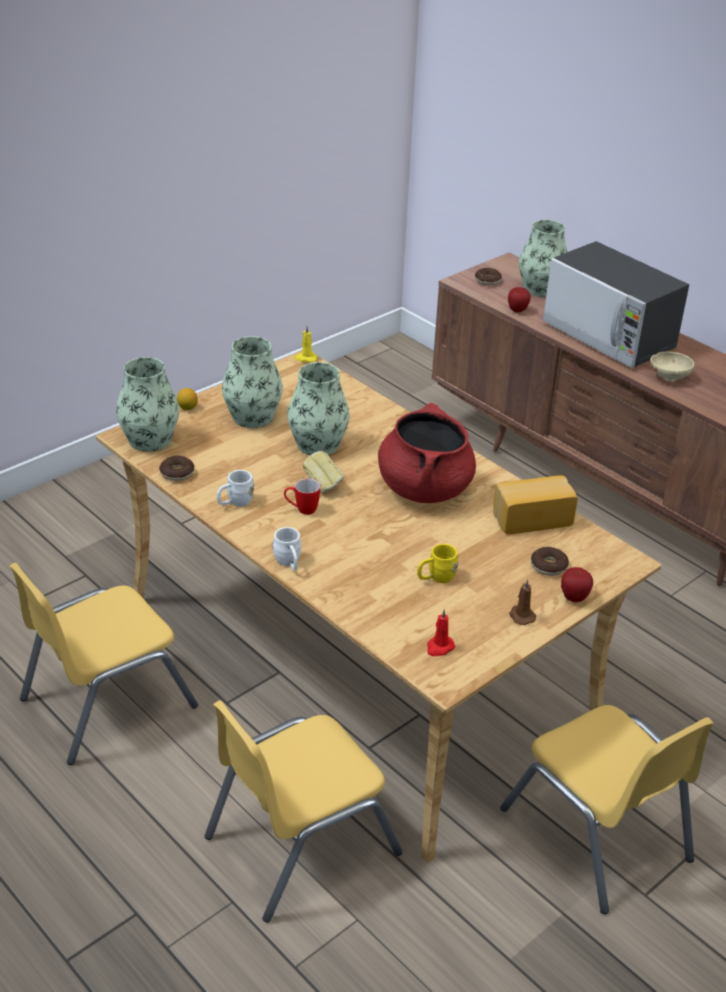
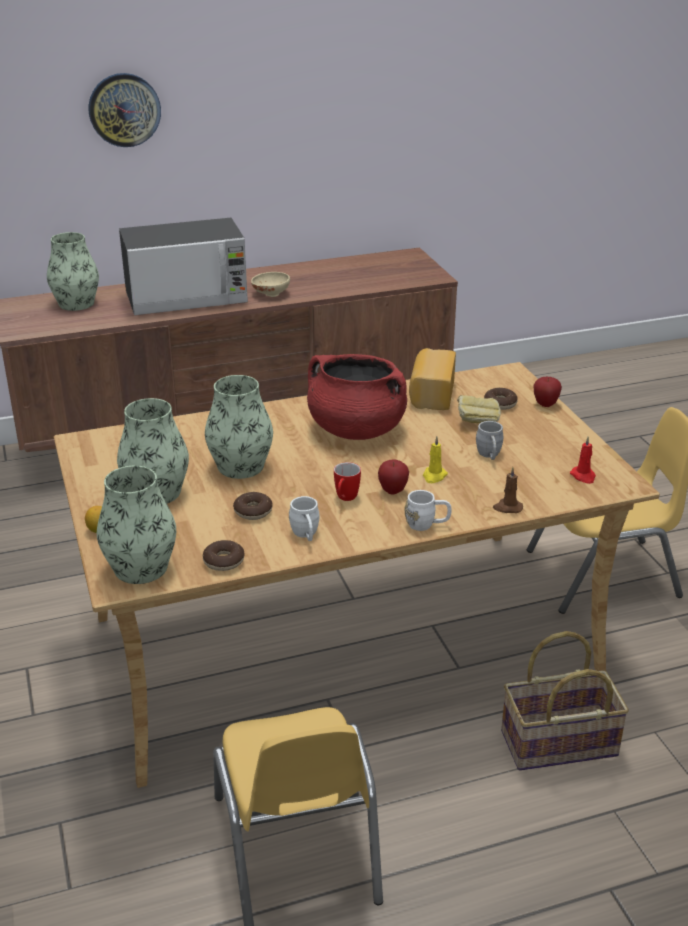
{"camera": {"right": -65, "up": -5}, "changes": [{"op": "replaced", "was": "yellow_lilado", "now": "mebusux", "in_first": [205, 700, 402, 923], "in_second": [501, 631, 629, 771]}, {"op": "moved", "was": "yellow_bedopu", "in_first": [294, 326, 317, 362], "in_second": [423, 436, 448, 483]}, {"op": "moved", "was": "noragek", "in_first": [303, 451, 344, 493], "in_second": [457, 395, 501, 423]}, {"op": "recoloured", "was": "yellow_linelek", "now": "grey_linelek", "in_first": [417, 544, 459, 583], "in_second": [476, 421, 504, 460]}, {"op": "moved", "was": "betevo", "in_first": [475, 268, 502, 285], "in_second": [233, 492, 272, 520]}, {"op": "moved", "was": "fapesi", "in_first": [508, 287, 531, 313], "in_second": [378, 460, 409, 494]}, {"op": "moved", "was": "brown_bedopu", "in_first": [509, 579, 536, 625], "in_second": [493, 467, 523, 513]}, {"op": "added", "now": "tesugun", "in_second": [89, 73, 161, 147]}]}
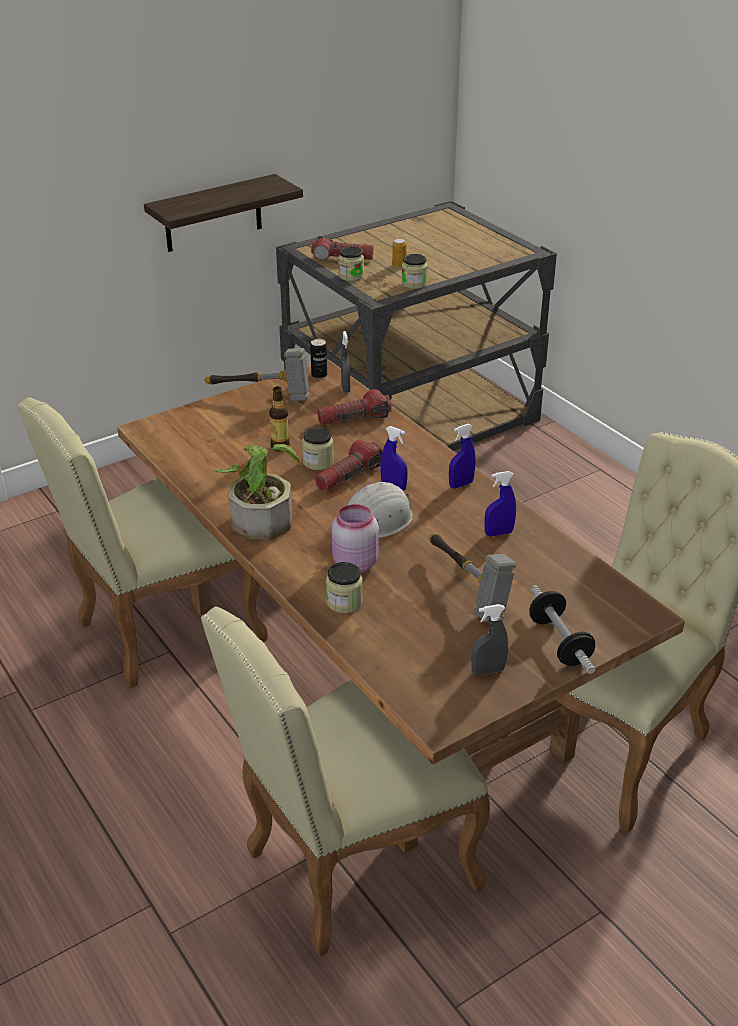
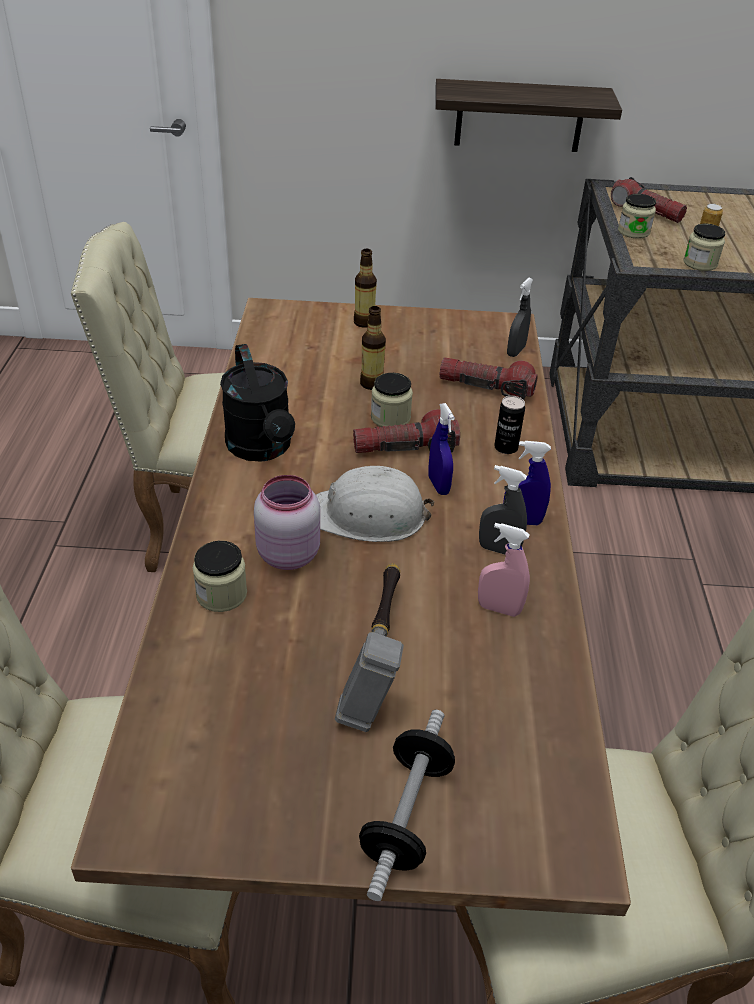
{"camera": {"right": 35, "up": 5}, "changes": [{"op": "removed", "was": "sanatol", "in_first": [204, 348, 310, 401]}, {"op": "replaced", "was": "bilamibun", "now": "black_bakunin", "in_first": [214, 444, 301, 540], "in_second": [220, 344, 295, 461]}, {"op": "moved", "was": "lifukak", "in_first": [310, 339, 327, 378], "in_second": [494, 396, 525, 454]}, {"op": "moved", "was": "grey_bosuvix", "in_first": [471, 604, 508, 675], "in_second": [479, 465, 527, 554]}, {"op": "recoloured", "was": "blue_bosuvix", "now": "pink_bosuvix", "in_first": [485, 471, 516, 537], "in_second": [478, 523, 530, 617]}, {"op": "added", "now": "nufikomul", "in_second": [354, 249, 377, 328]}]}
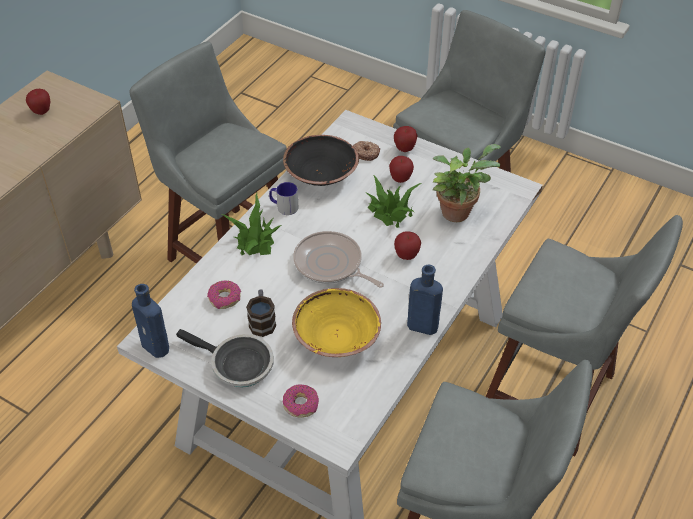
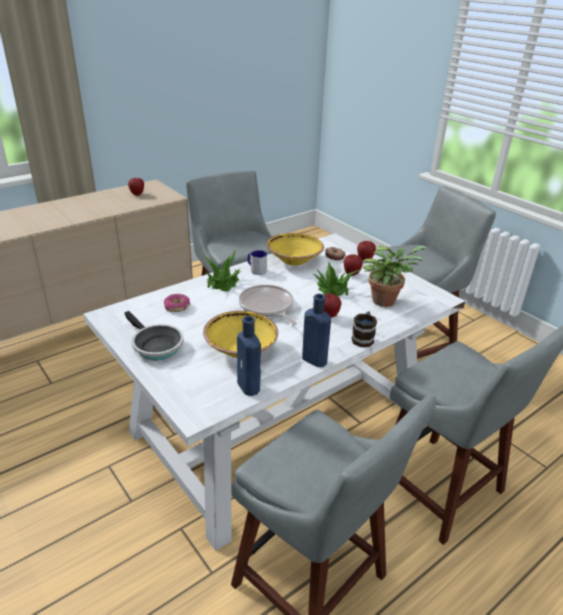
{"camera": {"right": 20, "up": -15}, "changes": [{"op": "moved", "was": "blue_nufikomul", "in_first": [132, 284, 169, 358], "in_second": [237, 316, 261, 396]}, {"op": "moved", "was": "linelek", "in_first": [246, 289, 276, 337], "in_second": [351, 311, 377, 347]}, {"op": "recoloured", "was": "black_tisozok", "now": "yellow_tisozok", "in_first": [283, 135, 359, 186], "in_second": [266, 233, 324, 266]}, {"op": "removed", "was": "betevo", "in_first": [283, 385, 319, 418]}]}
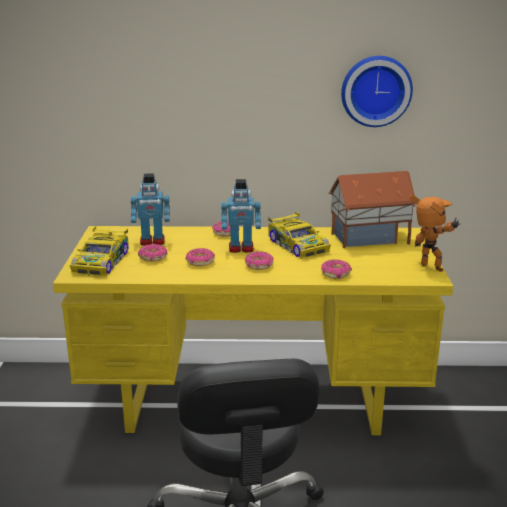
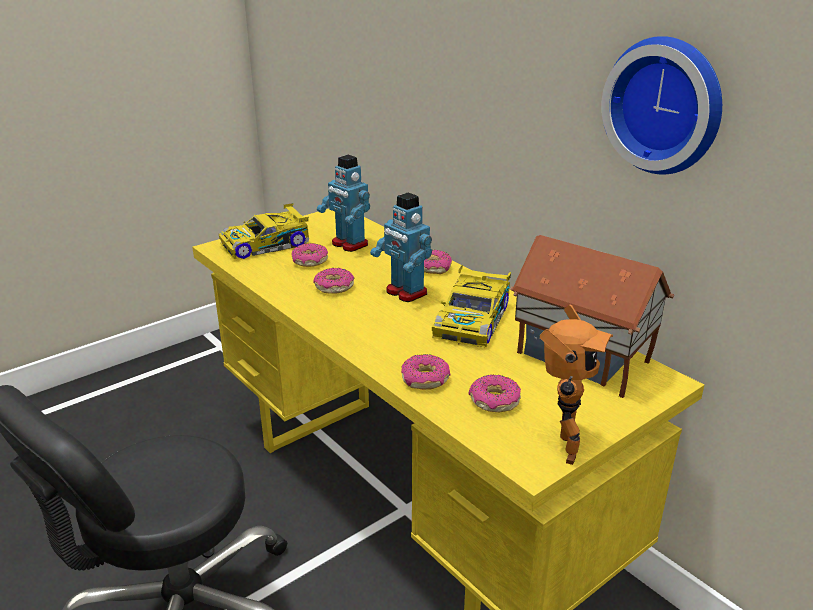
{"camera": {"right": 50, "up": 5}, "changes": [{"op": "moved", "was": "betevo", "in_first": [245, 251, 274, 270], "in_second": [469, 375, 521, 412]}]}
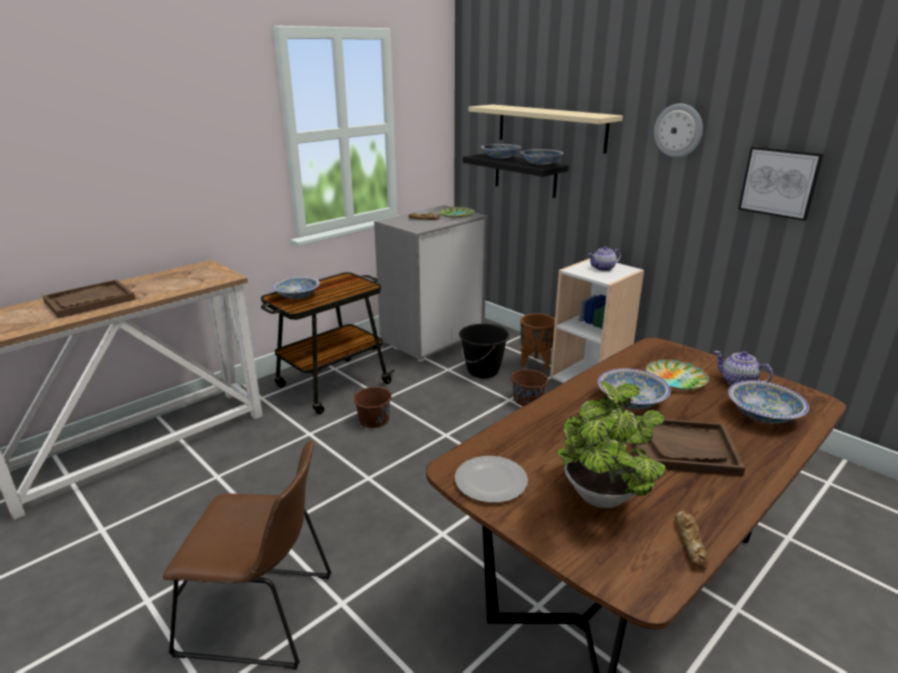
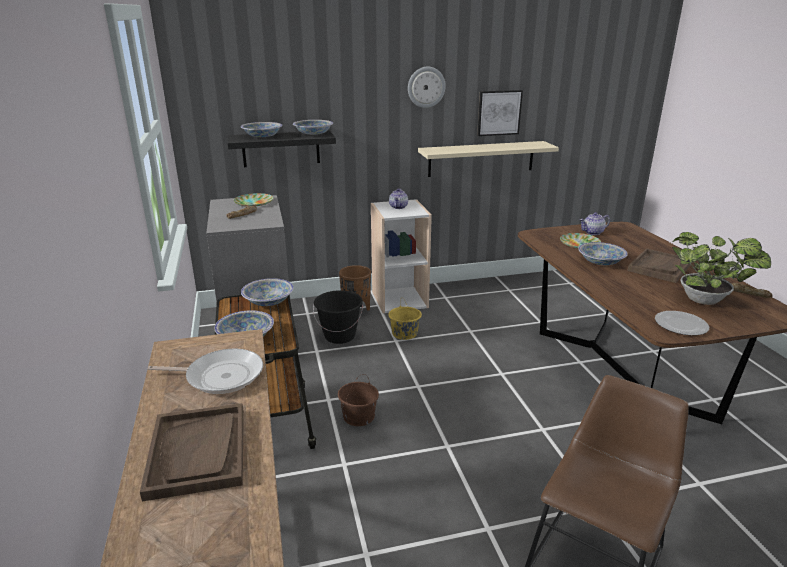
{"camera": {"right": -60, "up": 0}, "changes": [{"op": "moved", "was": "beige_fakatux", "in_first": [468, 104, 623, 154], "in_second": [418, 141, 559, 177]}, {"op": "recoloured", "was": "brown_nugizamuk", "now": "yellow_nugizamuk", "in_first": [511, 359, 548, 406], "in_second": [388, 298, 422, 340]}, {"op": "moved", "was": "tisozok", "in_first": [728, 381, 809, 424], "in_second": [241, 278, 294, 306]}, {"op": "added", "now": "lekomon", "in_second": [148, 349, 263, 394]}]}
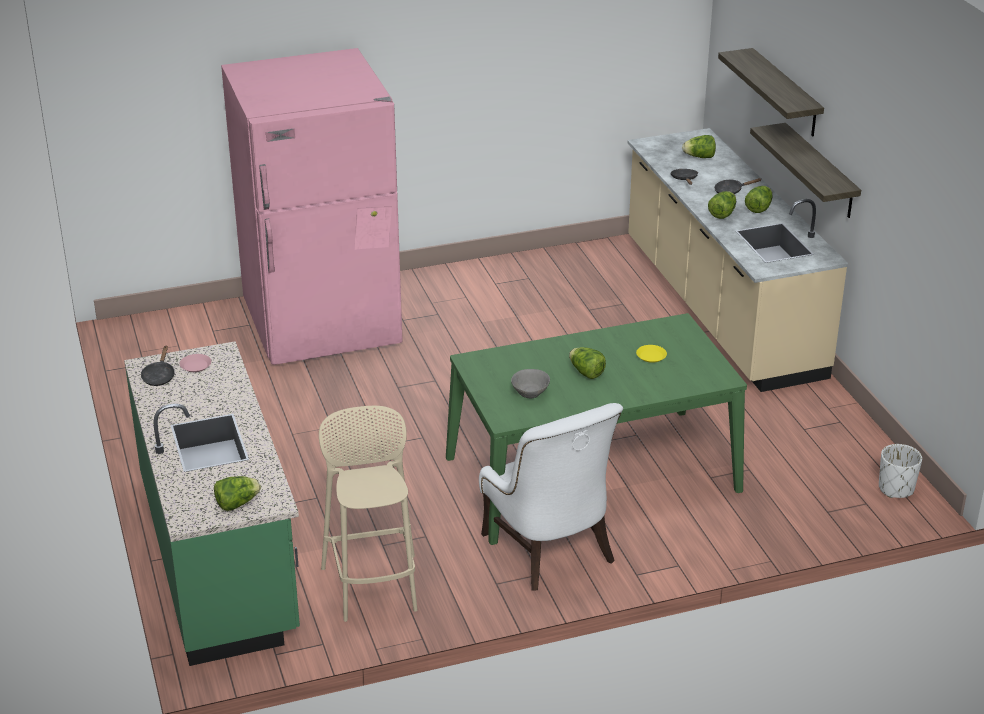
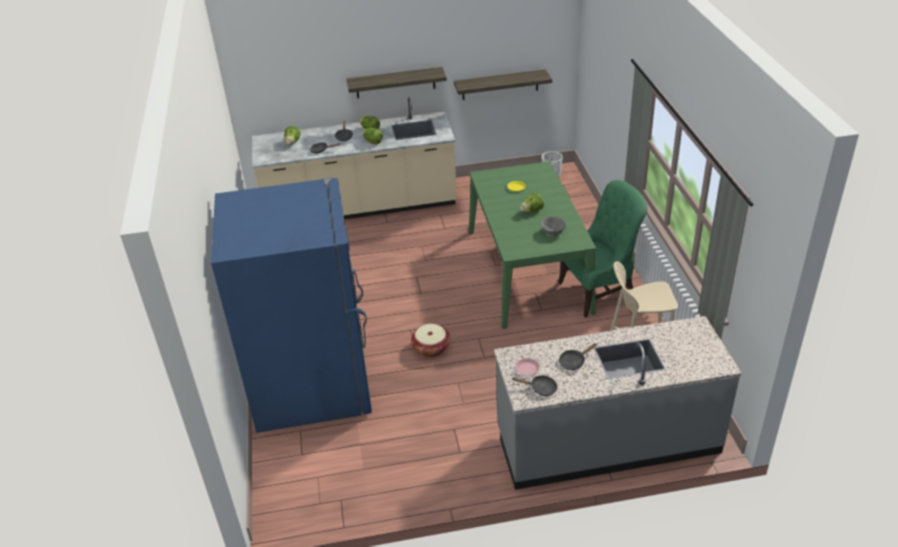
{"camera": {"right": -80, "up": 5}, "changes": [{"op": "recoloured", "was": "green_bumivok", "now": "grey_bumivok", "in_first": [124, 341, 300, 666], "in_second": [494, 316, 742, 490]}, {"op": "removed", "was": "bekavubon", "in_first": [214, 476, 261, 511]}, {"op": "recoloured", "was": "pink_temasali", "now": "blue_temasali", "in_first": [221, 48, 403, 365], "in_second": [211, 178, 372, 433]}, {"op": "recoloured", "was": "white_lilado", "now": "green_lilado", "in_first": [479, 403, 623, 590], "in_second": [558, 180, 647, 318]}, {"op": "moved", "was": "fakatux", "in_first": [718, 48, 824, 136], "in_second": [454, 69, 552, 100]}, {"op": "added", "now": "mebusux", "in_second": [411, 324, 451, 357]}, {"op": "added", "now": "black_lekomon", "in_second": [559, 343, 597, 370]}]}
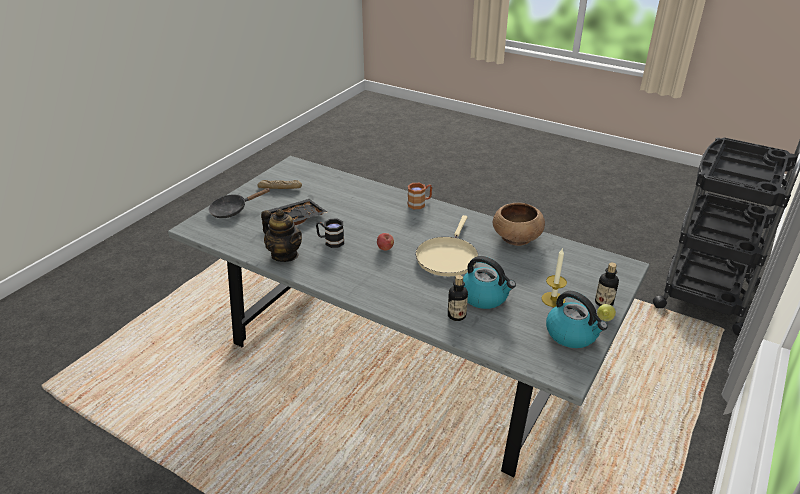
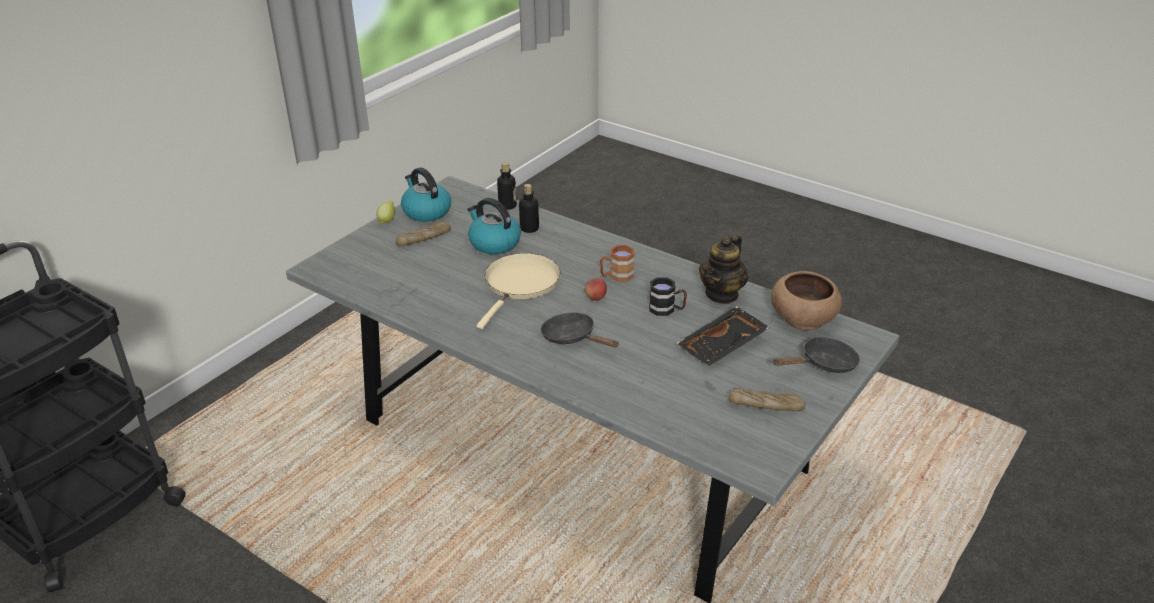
{"camera": {"right": -175, "up": 0}, "changes": [{"op": "turned", "was": "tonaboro", "in_first": [261, 209, 302, 262], "in_second": [699, 234, 748, 304], "clockwise": -105}, {"op": "moved", "was": "brown_linelek", "in_first": [408, 183, 432, 209], "in_second": [600, 245, 635, 282]}, {"op": "moved", "was": "brown_tisozok", "in_first": [493, 203, 545, 246], "in_second": [771, 271, 842, 330]}, {"op": "replaced", "was": "bedopu", "now": "noragek", "in_first": [542, 249, 567, 307], "in_second": [396, 221, 451, 246]}, {"op": "moved", "was": "nufikomul", "in_first": [595, 263, 619, 306], "in_second": [497, 162, 517, 210]}, {"op": "added", "now": "black_lekomon", "in_second": [541, 312, 619, 348]}]}
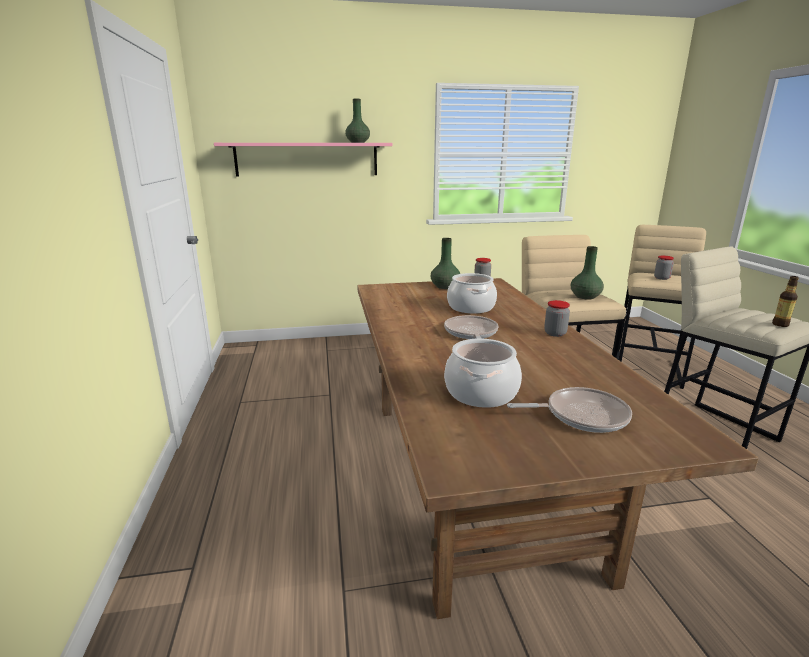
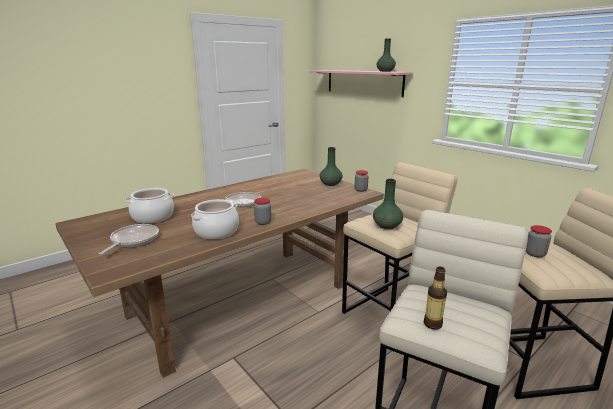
{"camera": {"right": 60, "up": 0}, "changes": [{"op": "moved", "was": "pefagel", "in_first": [447, 273, 497, 314], "in_second": [191, 199, 239, 239]}, {"op": "turned", "was": "lekomon", "in_first": [507, 387, 632, 433], "in_second": [99, 224, 159, 255], "clockwise": -135}]}
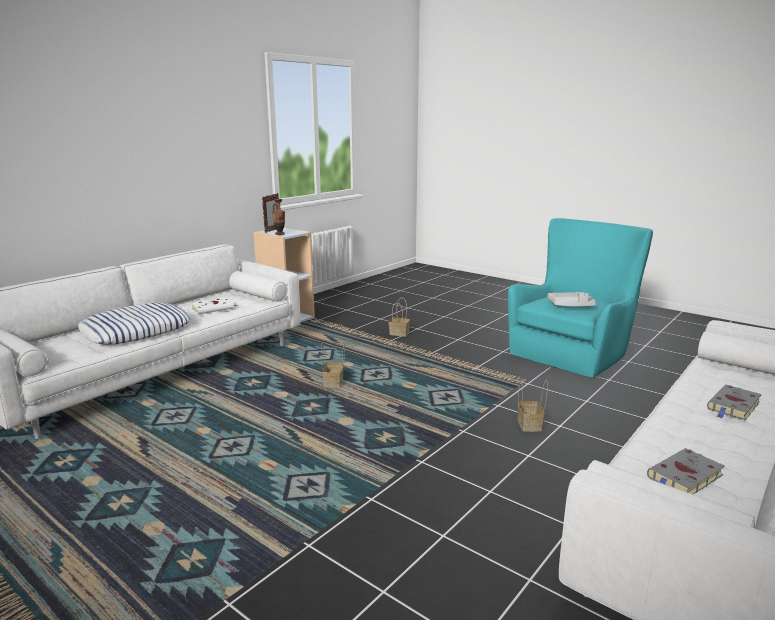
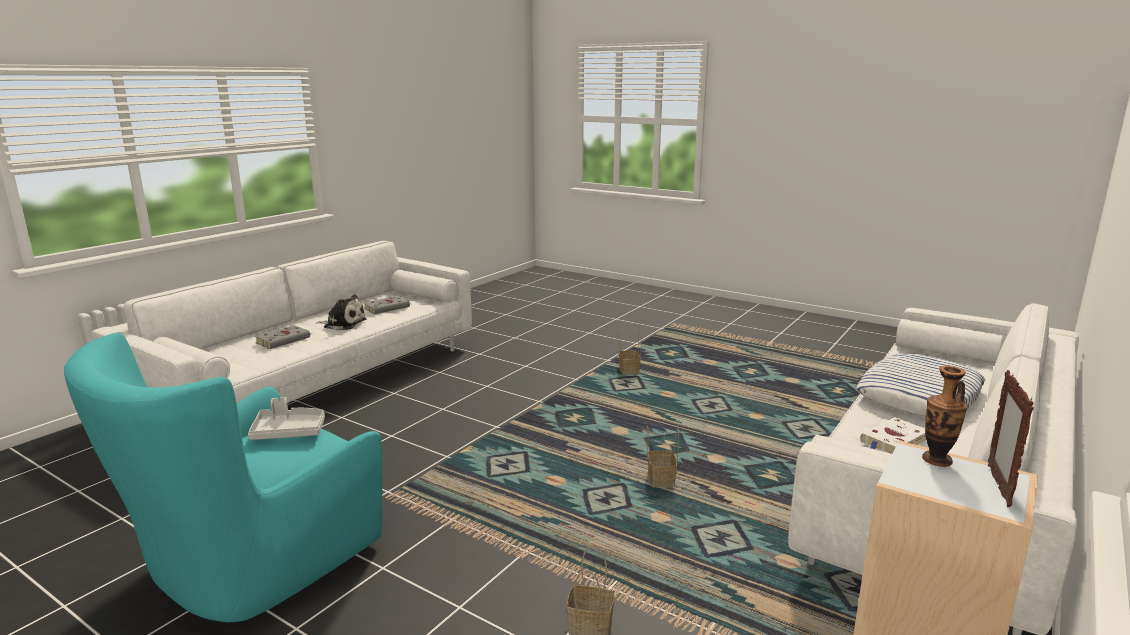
{"camera": {"right": 175, "up": 0}, "changes": [{"op": "moved", "was": "mebusux", "in_first": [518, 380, 548, 432], "in_second": [618, 329, 642, 375]}, {"op": "added", "now": "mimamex", "in_second": [316, 294, 367, 330]}]}
